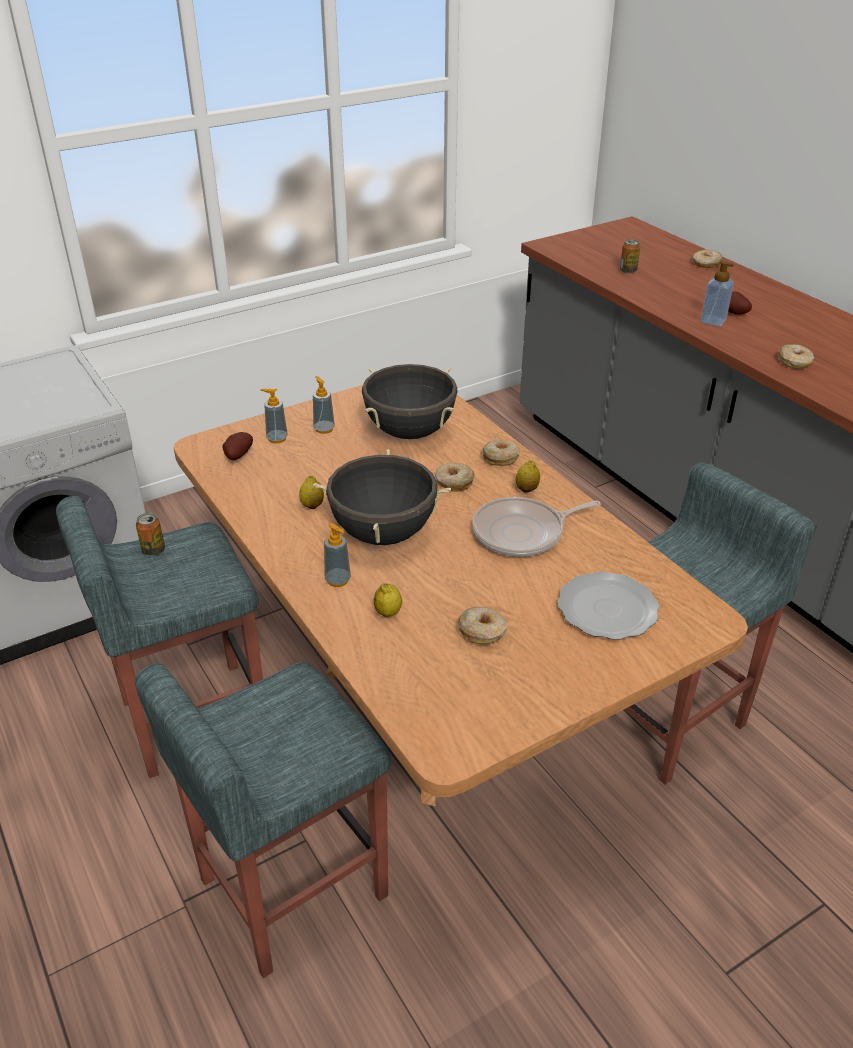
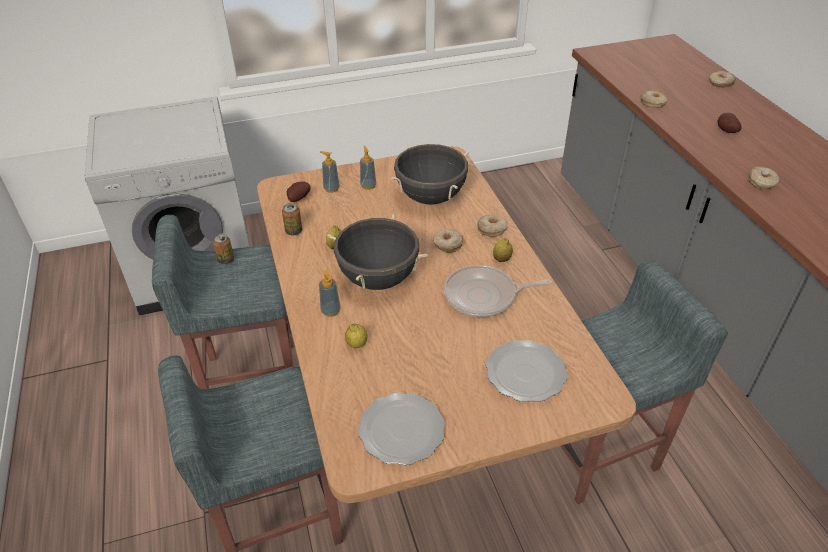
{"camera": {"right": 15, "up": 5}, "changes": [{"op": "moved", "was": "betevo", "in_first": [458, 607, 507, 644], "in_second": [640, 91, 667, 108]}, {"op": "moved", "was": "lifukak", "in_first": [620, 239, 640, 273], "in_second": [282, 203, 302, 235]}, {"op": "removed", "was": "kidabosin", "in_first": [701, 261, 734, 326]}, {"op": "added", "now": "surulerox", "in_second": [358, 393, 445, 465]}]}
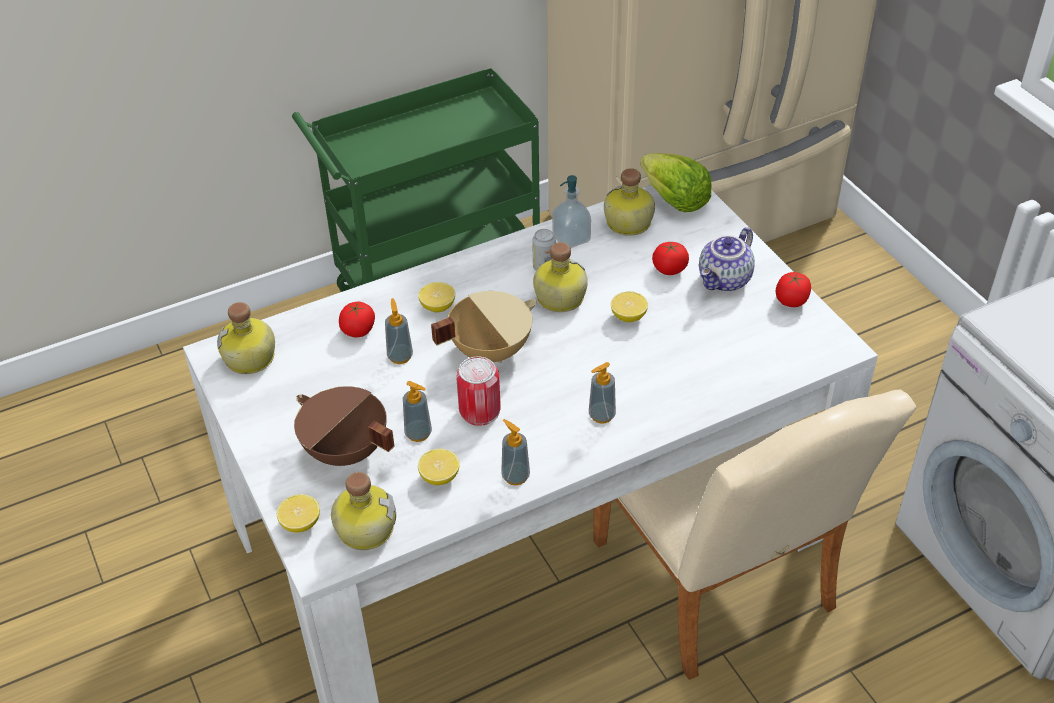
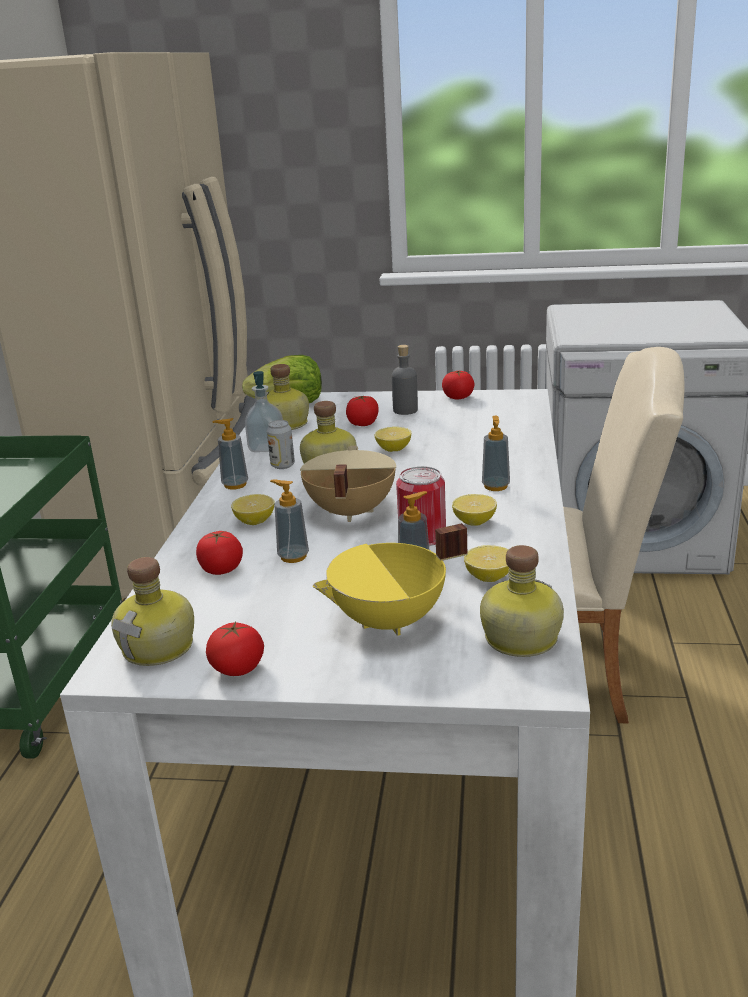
{"camera": {"right": -55, "up": -20}, "changes": [{"op": "moved", "was": "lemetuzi", "in_first": [277, 494, 320, 532], "in_second": [452, 494, 497, 526]}, {"op": "recoloured", "was": "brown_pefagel", "now": "yellow_pefagel", "in_first": [294, 386, 395, 466], "in_second": [313, 523, 467, 636]}, {"op": "moved", "was": "kidabosin", "in_first": [501, 419, 530, 485], "in_second": [212, 418, 248, 490]}, {"op": "replaced", "was": "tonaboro", "now": "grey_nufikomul", "in_first": [699, 227, 755, 292], "in_second": [392, 345, 418, 415]}, {"op": "added", "now": "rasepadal", "in_second": [206, 621, 264, 676]}]}
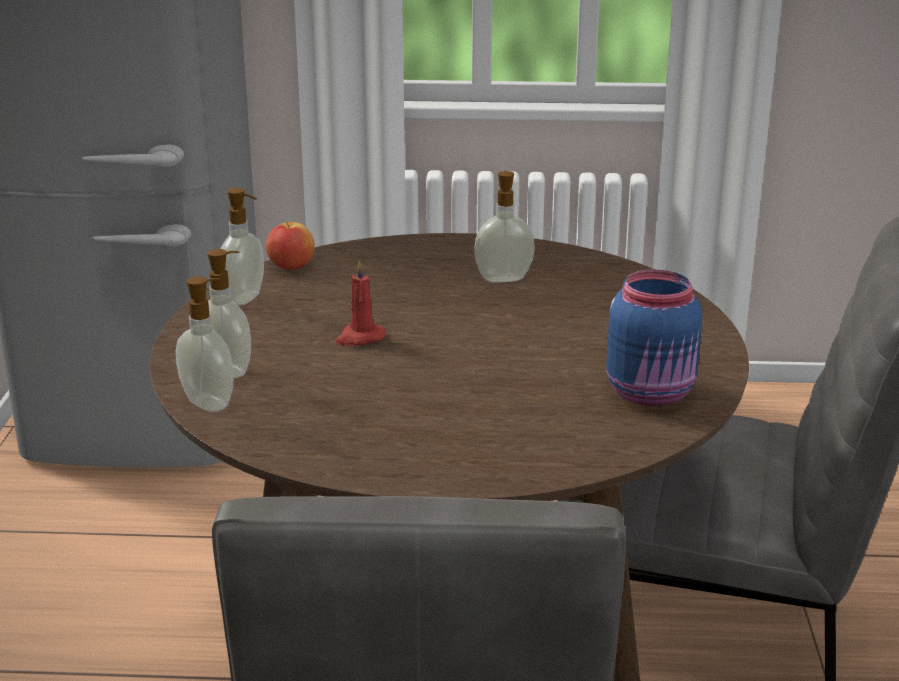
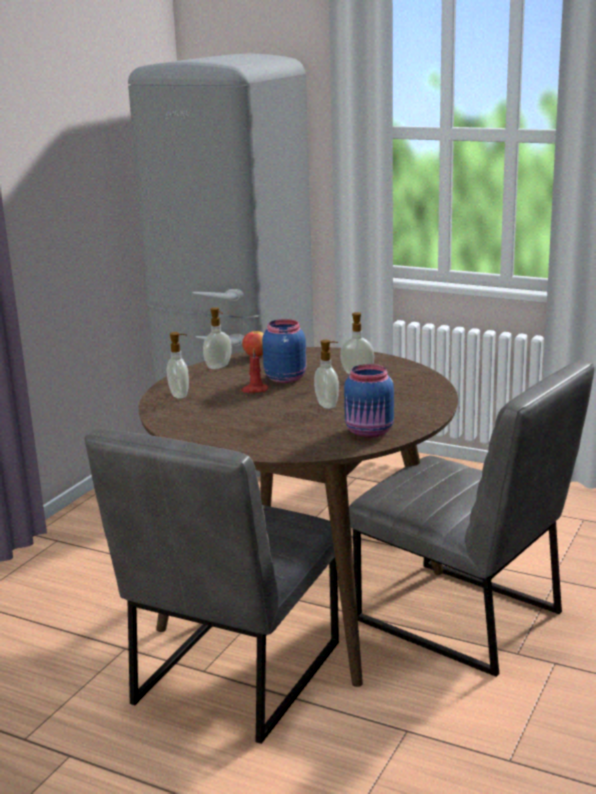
{"camera": {"right": 25, "up": -5}, "changes": [{"op": "moved", "was": "kidabosin", "in_first": [176, 276, 234, 412], "in_second": [314, 340, 339, 409]}, {"op": "added", "now": "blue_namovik", "in_second": [262, 319, 306, 383]}]}
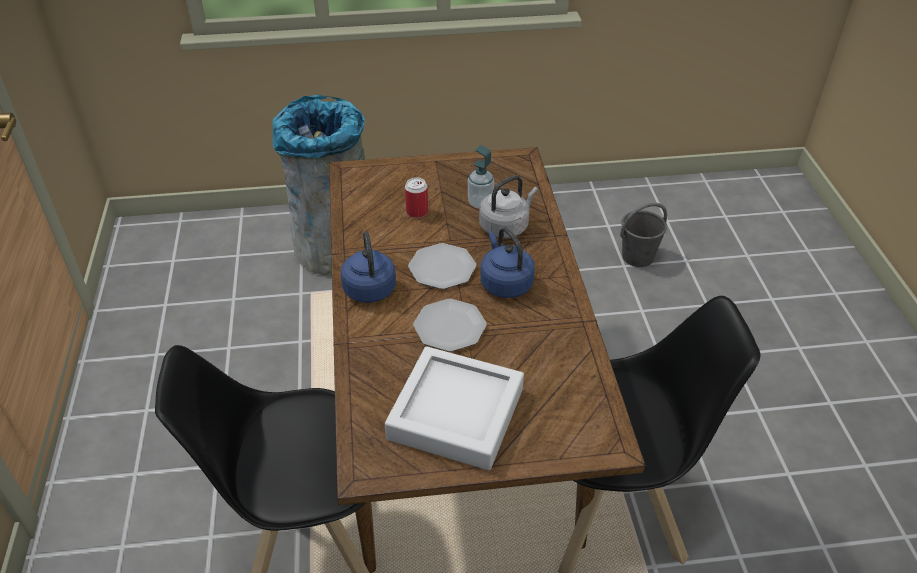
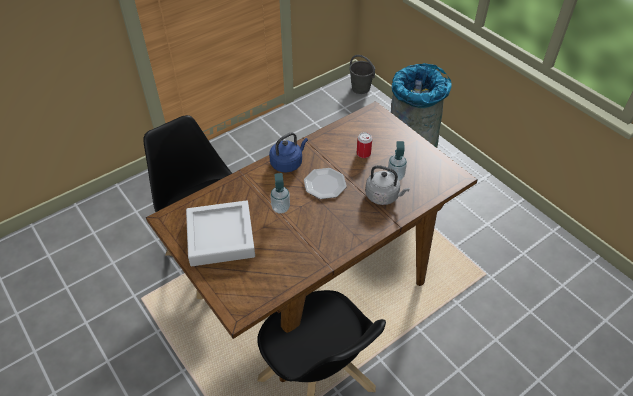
{"camera": {"right": 60, "up": 5}, "changes": [{"op": "replaced", "was": "surulerox", "now": "kidabosin", "in_first": [413, 299, 487, 352], "in_second": [270, 173, 290, 214]}, {"op": "removed", "was": "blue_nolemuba", "in_first": [480, 227, 535, 298]}, {"op": "moved", "was": "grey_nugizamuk", "in_first": [620, 203, 667, 267], "in_second": [349, 55, 375, 94]}]}
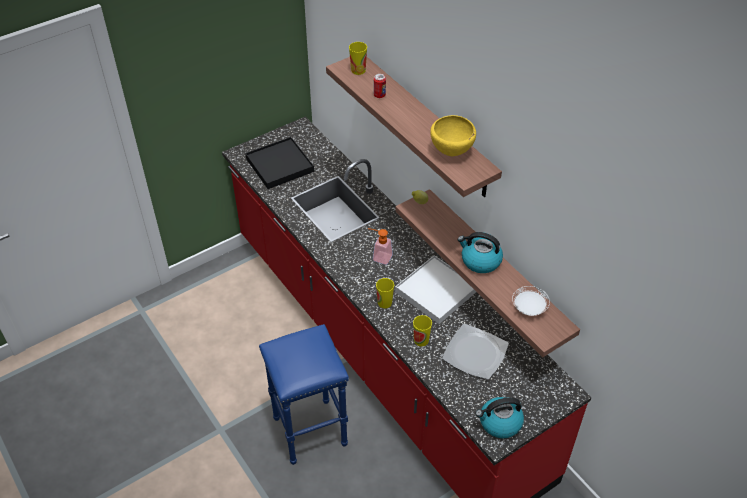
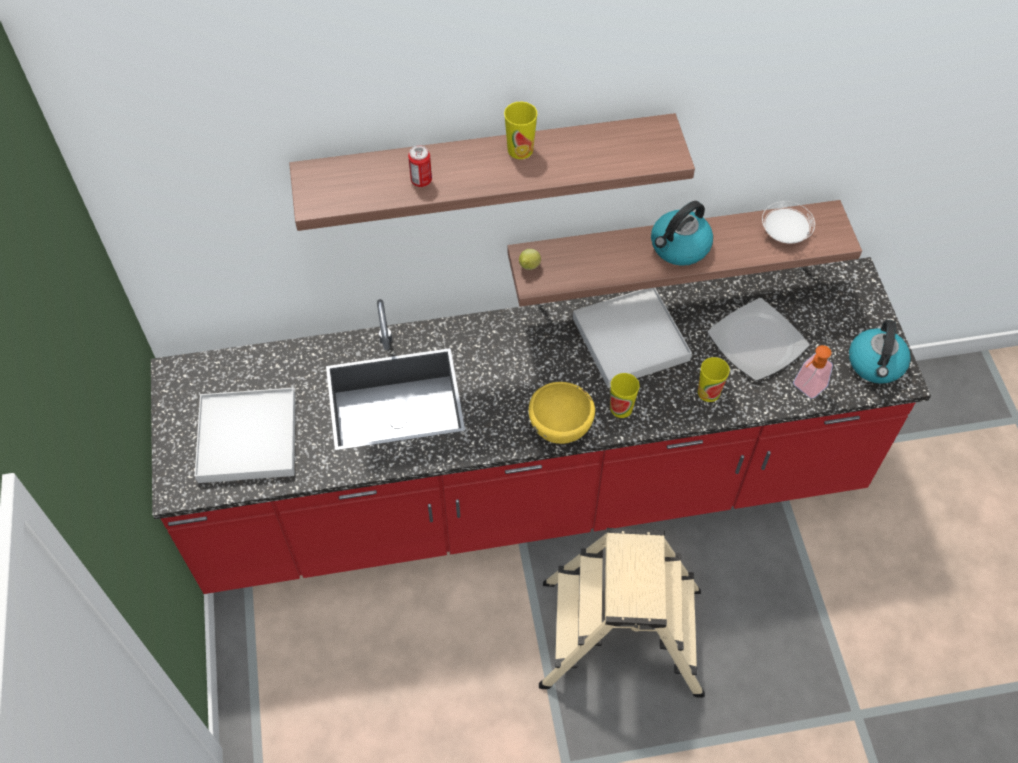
{"camera": {"right": -65, "up": 10}, "changes": [{"op": "recoloured", "was": "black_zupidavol", "now": "white_zupidavol", "in_first": [245, 137, 314, 189], "in_second": [195, 388, 296, 483]}, {"op": "replaced", "was": "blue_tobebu", "now": "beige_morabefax", "in_first": [259, 324, 349, 465], "in_second": [539, 528, 705, 698]}, {"op": "moved", "was": "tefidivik", "in_first": [349, 42, 367, 75], "in_second": [504, 102, 537, 159]}, {"op": "moved", "was": "kidabosin", "in_first": [368, 228, 393, 265], "in_second": [793, 345, 833, 399]}, {"op": "moved", "was": "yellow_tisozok", "in_first": [430, 115, 476, 156], "in_second": [529, 382, 595, 444]}]}
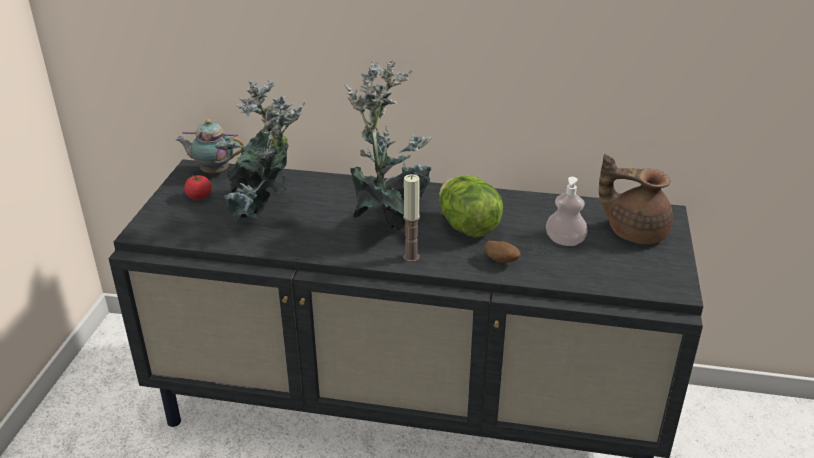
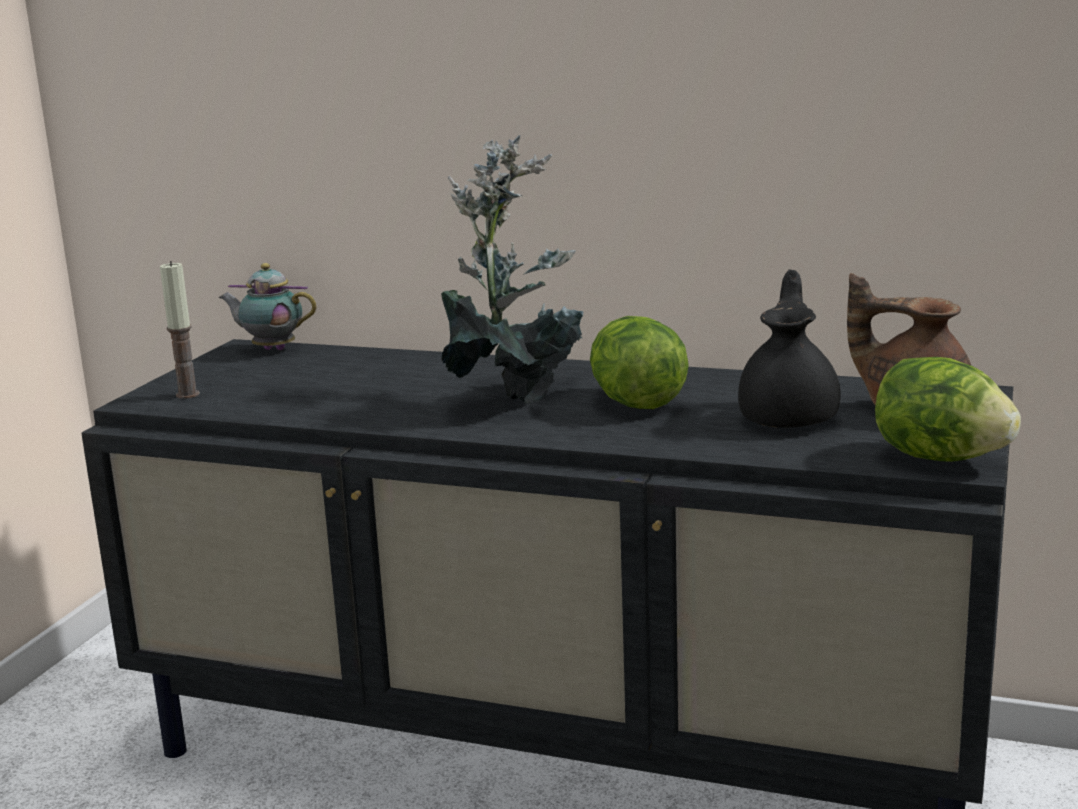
{"camera": {"right": 10, "up": -15}, "changes": [{"op": "removed", "was": "rasepadal", "in_first": [184, 175, 212, 200]}, {"op": "removed", "was": "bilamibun", "in_first": [214, 80, 305, 223]}, {"op": "moved", "was": "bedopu", "in_first": [403, 174, 420, 262], "in_second": [160, 261, 200, 399]}, {"op": "removed", "was": "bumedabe", "in_first": [484, 241, 521, 263]}, {"op": "replaced", "was": "kidabosin", "now": "black_tonaboro", "in_first": [546, 177, 588, 246], "in_second": [738, 269, 840, 428]}, {"op": "added", "now": "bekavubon", "in_second": [875, 357, 1021, 462]}]}
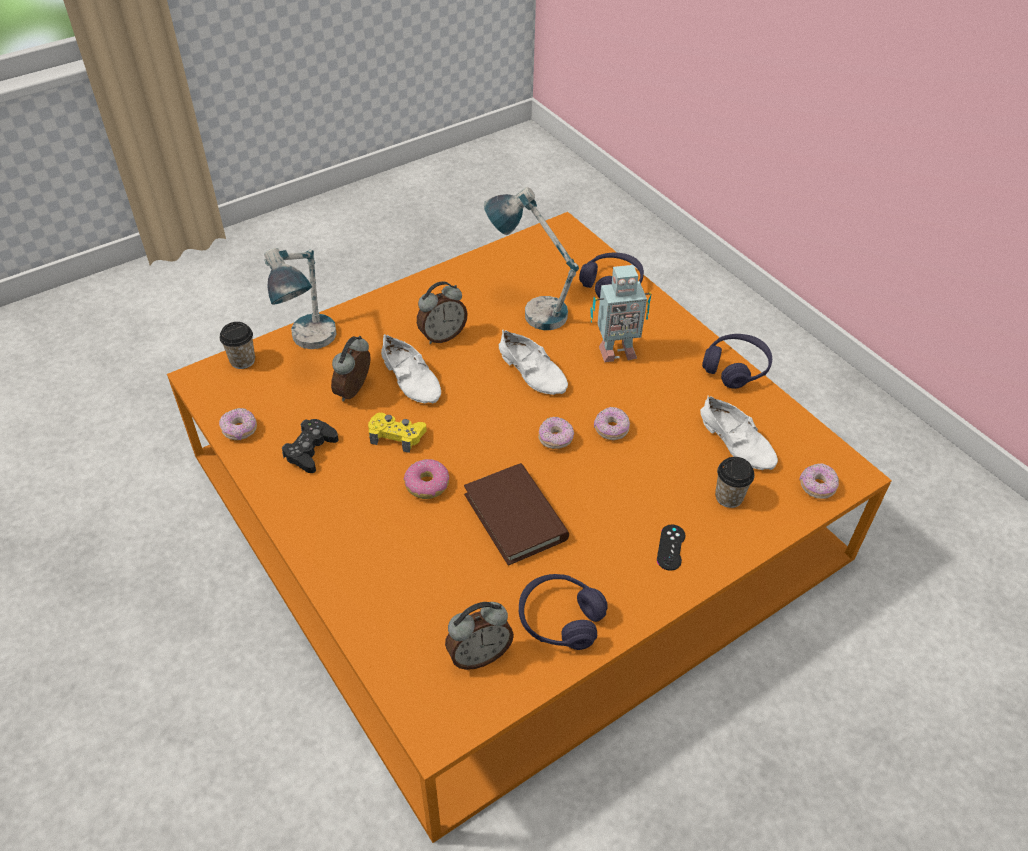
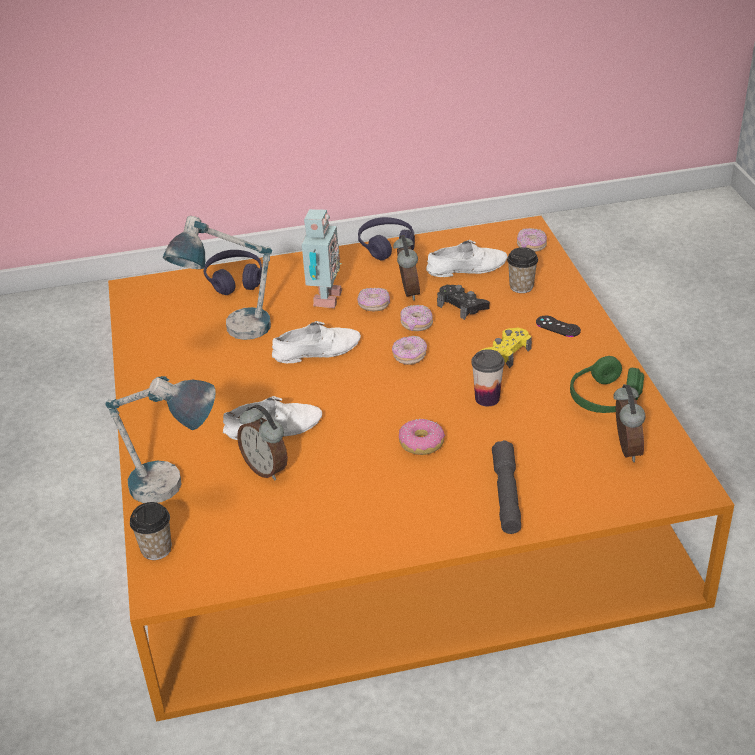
{"camera": {"right": -65, "up": -10}, "changes": [{"op": "moved", "was": "betevo", "in_first": [219, 408, 257, 441], "in_second": [357, 288, 390, 311]}, {"op": "moved", "was": "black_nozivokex", "in_first": [282, 419, 339, 473], "in_second": [437, 285, 490, 320]}, {"op": "moved", "was": "yellow_nozivokex", "in_first": [368, 413, 427, 453], "in_second": [480, 327, 532, 368]}, {"op": "moved", "was": "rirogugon", "in_first": [417, 281, 468, 344], "in_second": [393, 235, 420, 301]}, {"op": "replaced", "was": "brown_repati", "now": "tefidivik", "in_first": [464, 463, 569, 566], "in_second": [471, 349, 505, 406]}, {"op": "recoloured", "was": "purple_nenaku", "now": "green_nenaku", "in_first": [519, 574, 608, 650], "in_second": [570, 356, 644, 413]}, {"op": "added", "now": "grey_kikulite", "in_second": [492, 440, 521, 534]}]}
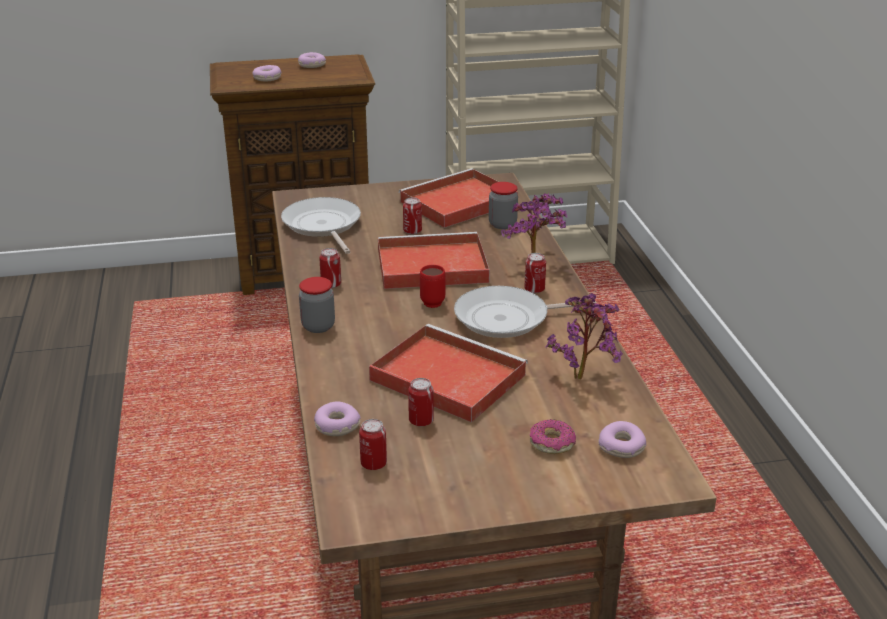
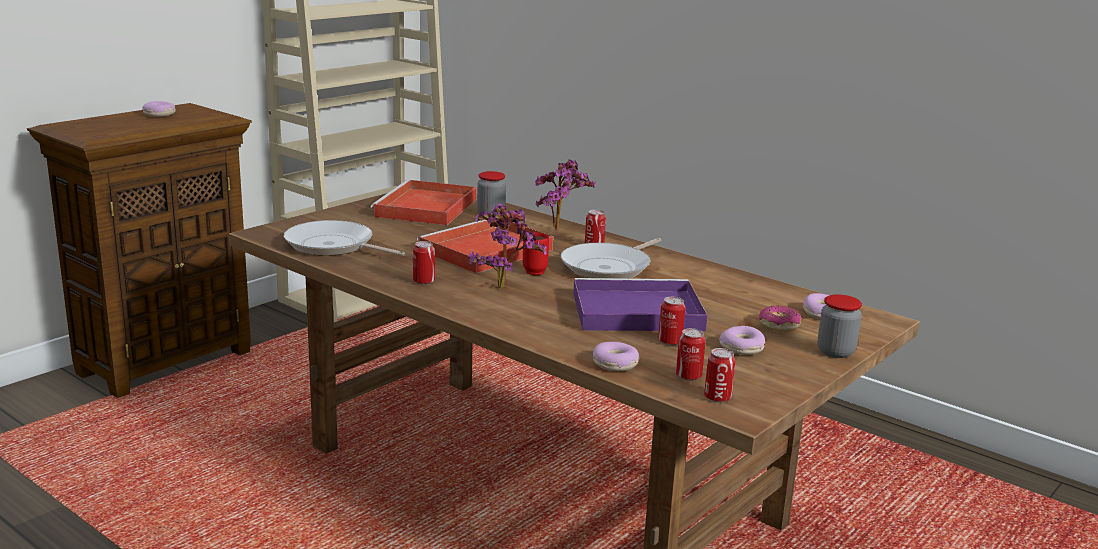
{"camera": {"right": -40, "up": -10}, "changes": [{"op": "moved", "was": "betevo", "in_first": [252, 65, 281, 81], "in_second": [719, 326, 765, 355]}, {"op": "moved", "was": "namovik", "in_first": [299, 277, 335, 333], "in_second": [818, 294, 862, 358]}, {"op": "recoloured", "was": "red_zupidavol", "now": "purple_zupidavol", "in_first": [369, 324, 528, 423], "in_second": [573, 278, 708, 331]}, {"op": "moved", "was": "lifukak", "in_first": [403, 198, 422, 235], "in_second": [704, 348, 736, 403]}, {"op": "moved", "was": "bilamibun", "in_first": [546, 293, 623, 379], "in_second": [468, 203, 547, 288]}]}
